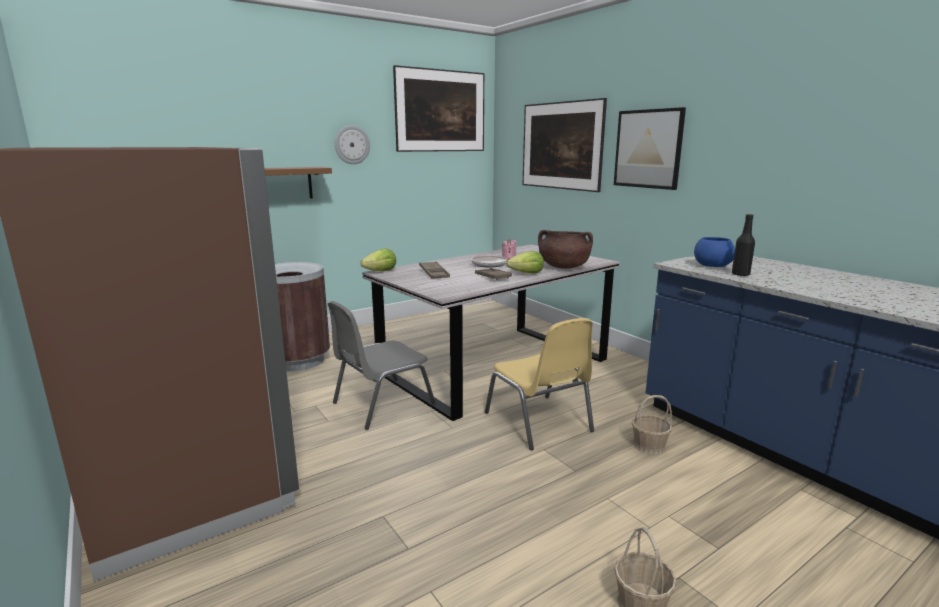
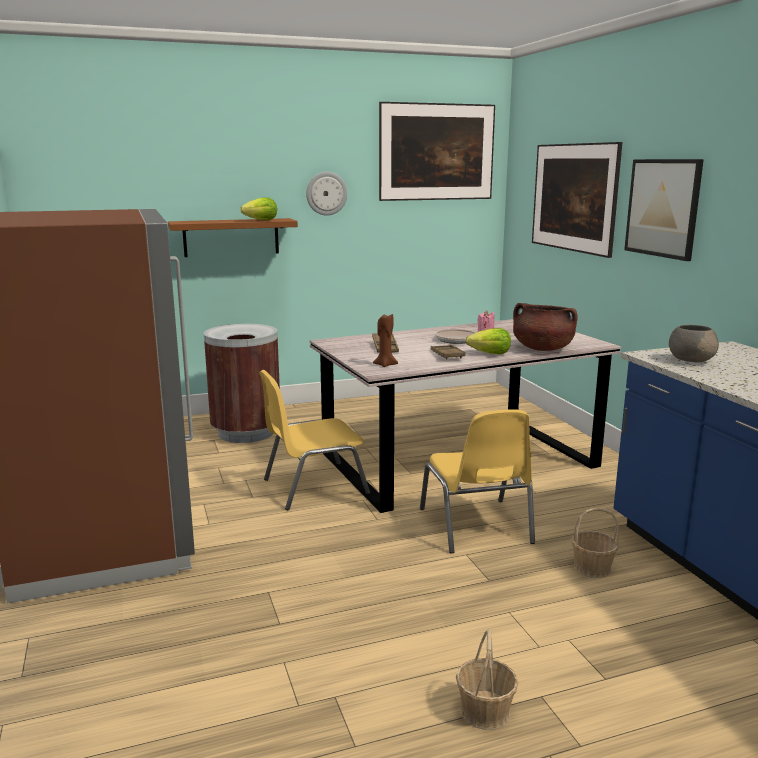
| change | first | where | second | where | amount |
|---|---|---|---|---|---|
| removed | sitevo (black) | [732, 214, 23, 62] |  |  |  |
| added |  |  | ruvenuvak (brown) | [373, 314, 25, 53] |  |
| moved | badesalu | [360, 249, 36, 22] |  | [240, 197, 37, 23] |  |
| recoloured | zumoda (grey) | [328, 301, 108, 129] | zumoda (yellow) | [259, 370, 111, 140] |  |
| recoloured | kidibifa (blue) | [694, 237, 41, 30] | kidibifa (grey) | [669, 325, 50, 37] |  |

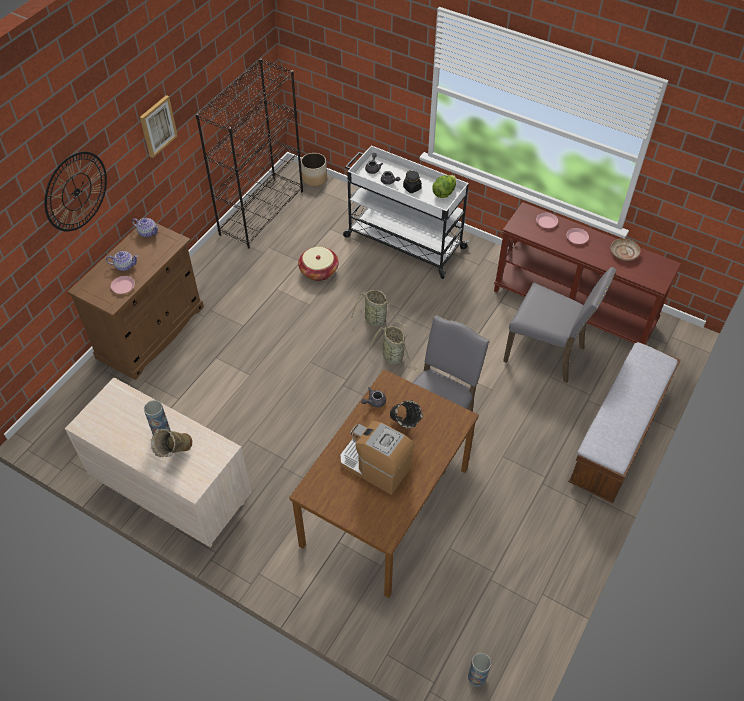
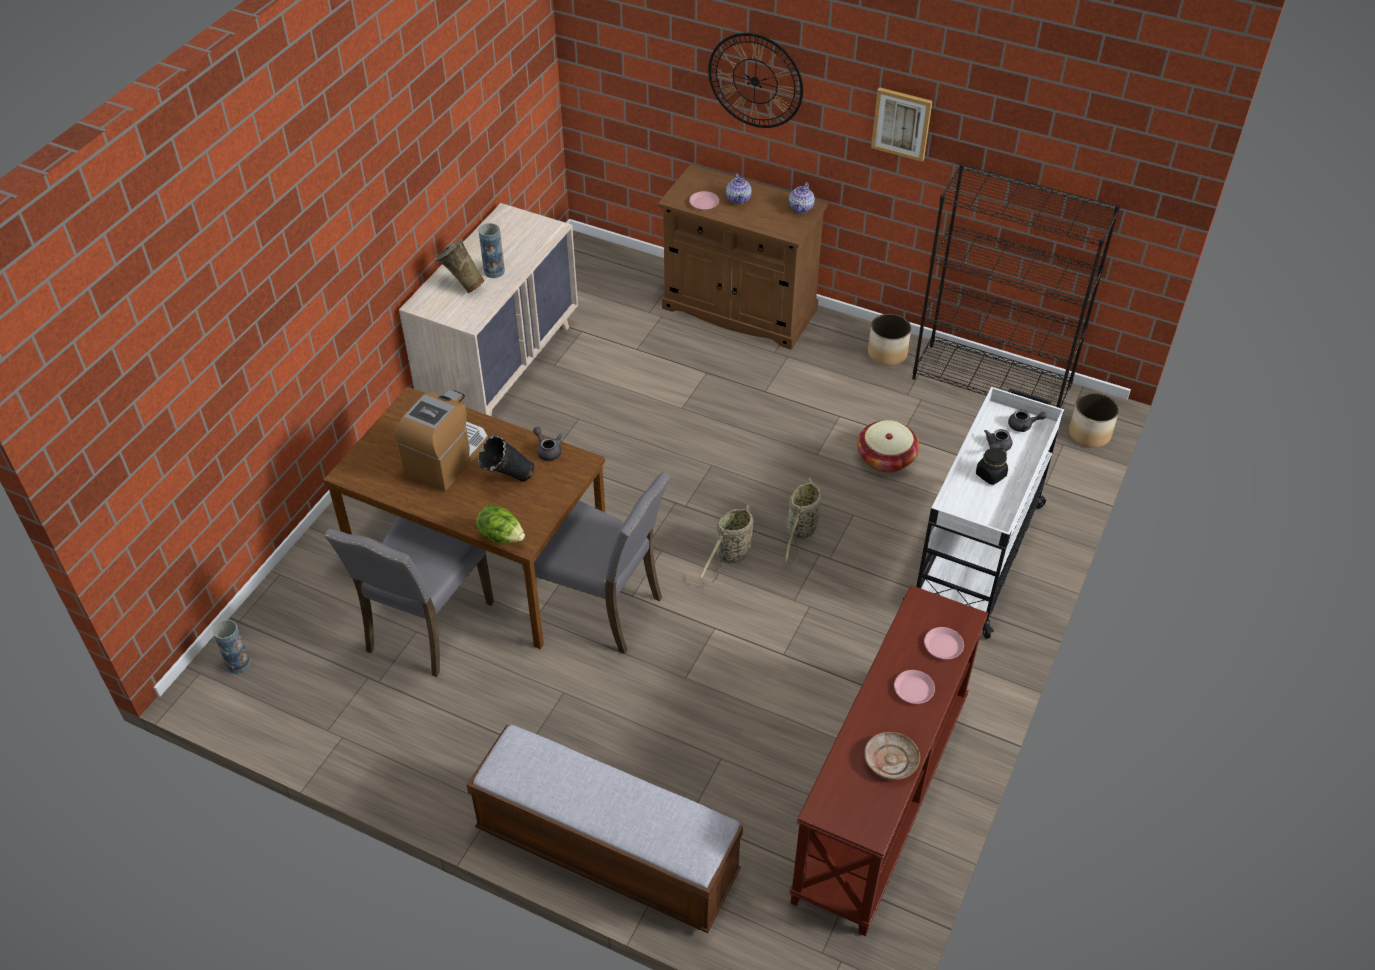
| change | first | where | second | where | amount |
|---|---|---|---|---|---|
| added |  |  | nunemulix | [868, 314, 43, 52] |  |
| moved | badesalu | [432, 175, 24, 23] |  | [476, 504, 49, 40] |  |
| moved | zumoda (grey) | [503, 267, 114, 116] |  | [325, 516, 169, 161] |  |

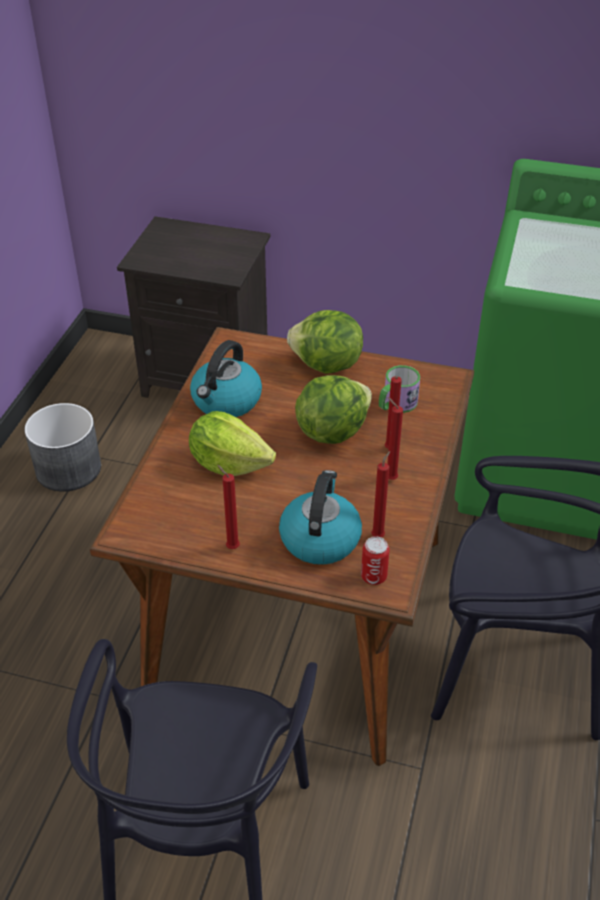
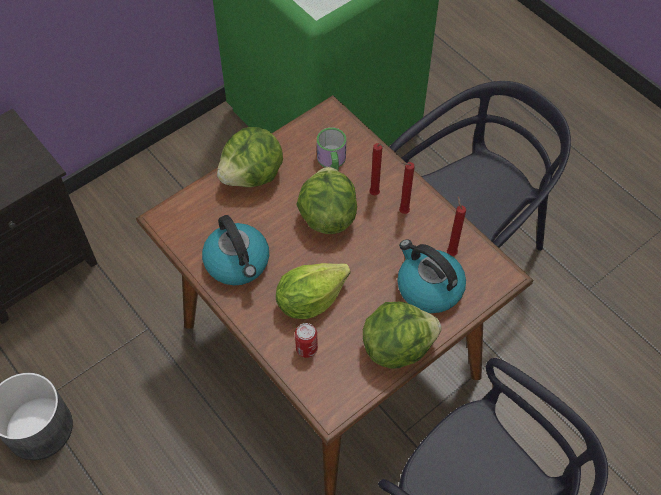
| change | first | where | second | where | amount |
|---|---|---|---|---|---|
| moved | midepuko | [361, 536, 29, 49] |  | [295, 323, 23, 35] |  |
| replaced | ruvenuvak (red) | [217, 465, 23, 84] | badesalu | [363, 302, 78, 67] |  |

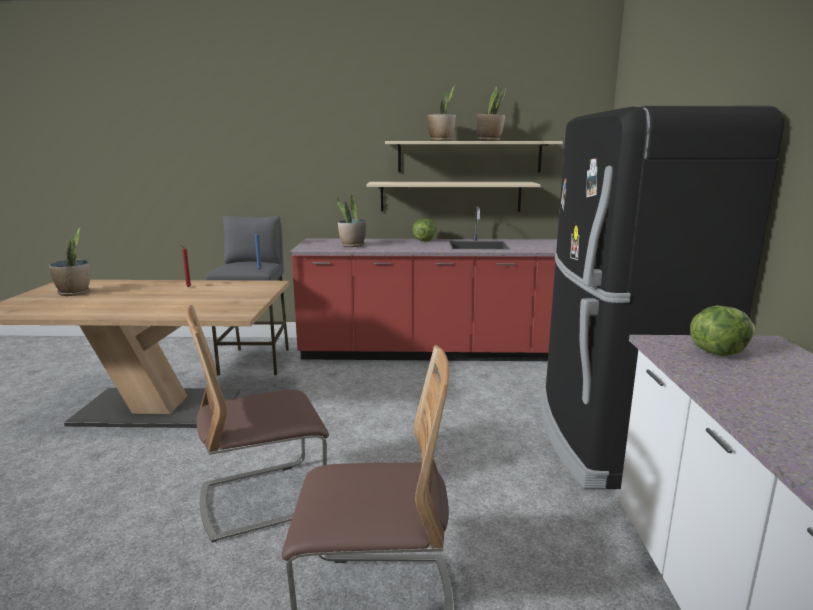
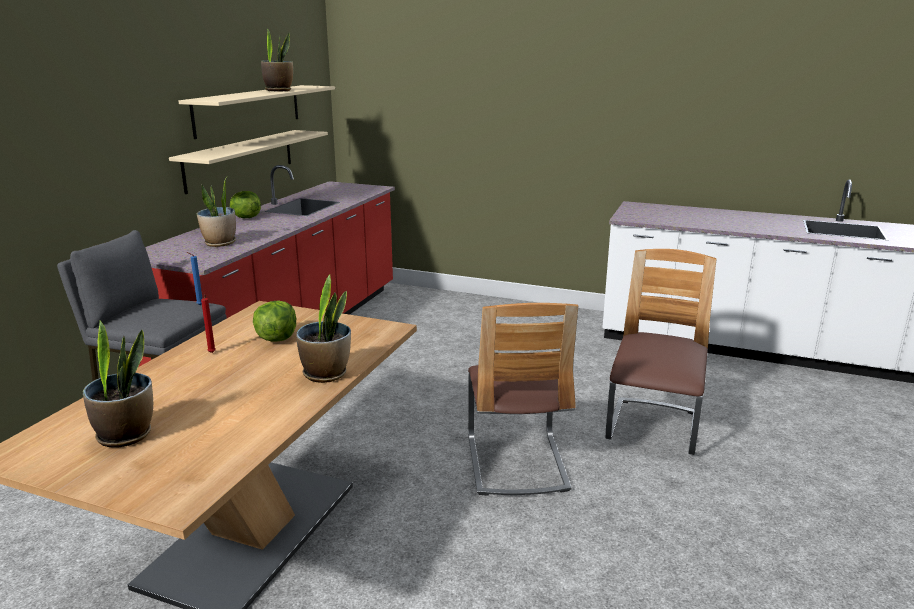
| change | first | where | second | where | amount |
|---|---|---|---|---|---|
| removed | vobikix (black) | [540, 106, 244, 383] |  |  |  |
| moved | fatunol | [427, 86, 29, 55] |  | [296, 274, 55, 109] |  |
| moved | badesalu | [690, 305, 65, 51] |  | [253, 301, 43, 41] |  |

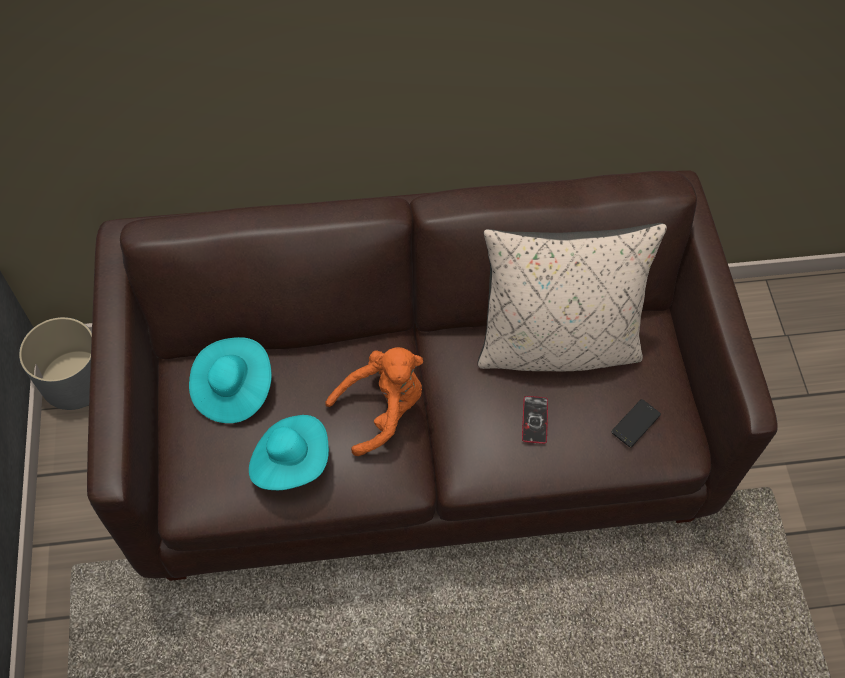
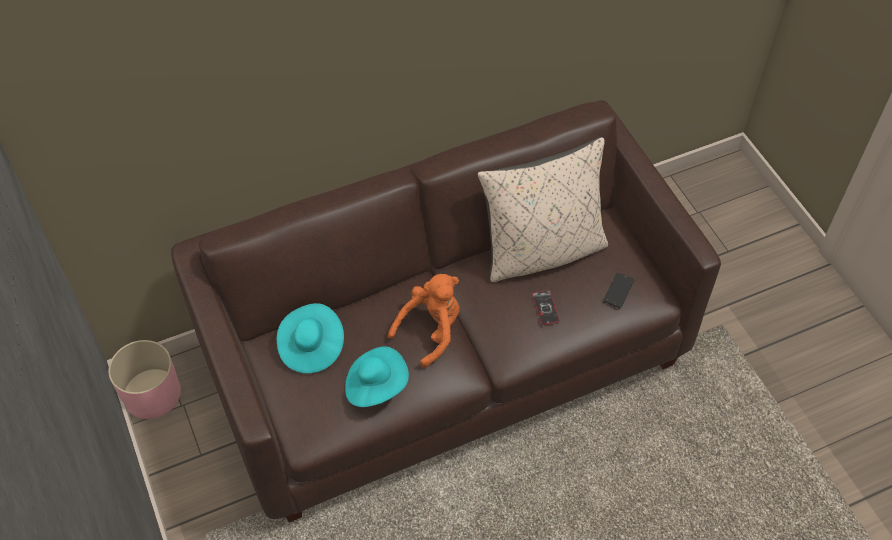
| change | first | where | second | where | amount |
|---|---|---|---|---|---|
| recoloured | nunemulix (grey) | [19, 317, 73, 93] | nunemulix (pink) | [108, 340, 73, 79] |  |

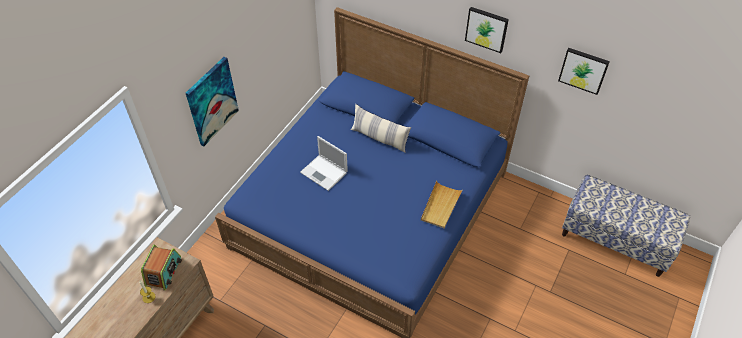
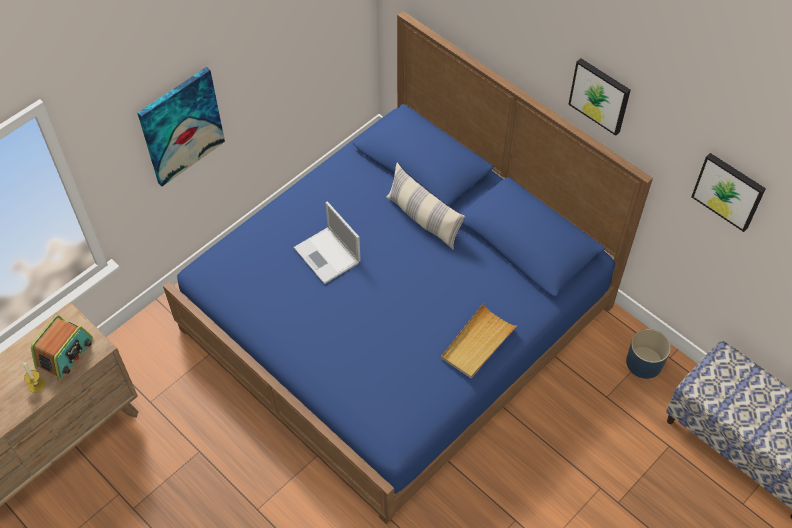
| change | first | where | second | where | amount |
|---|---|---|---|---|---|
| added |  |  | nunemulix (blue) | [626, 329, 45, 50] |  |

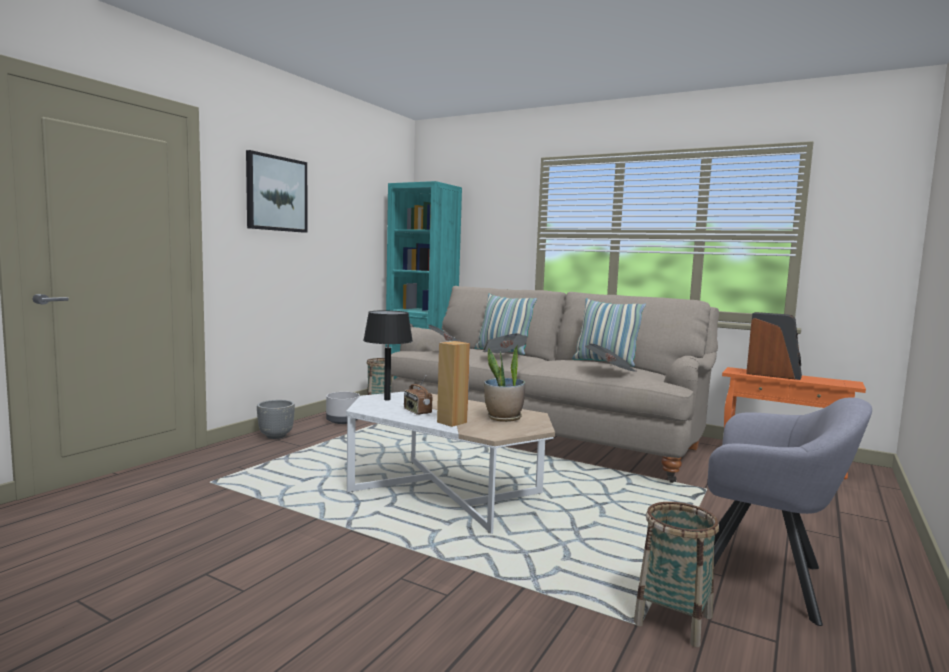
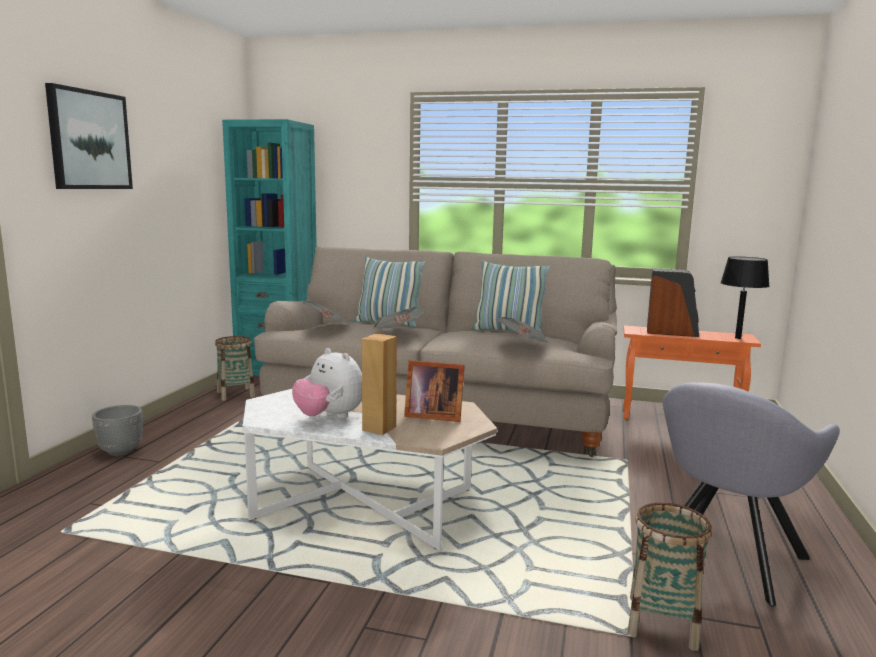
| change | first | where | second | where | amount |
|---|---|---|---|---|---|
| removed | nunemulix (grey) | [326, 392, 34, 32] |  |  |  |
| moved | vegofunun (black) | [363, 310, 50, 91] |  | [720, 257, 50, 82] |  |
| replaced | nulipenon | [404, 376, 28, 39] | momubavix | [292, 348, 70, 71] |  |
| replaced | fatunol | [484, 345, 41, 77] | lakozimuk | [404, 360, 61, 62] |  |
| turned | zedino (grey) | [708, 397, 164, 229] |  | [662, 382, 178, 224] | 120 degrees clockwise |

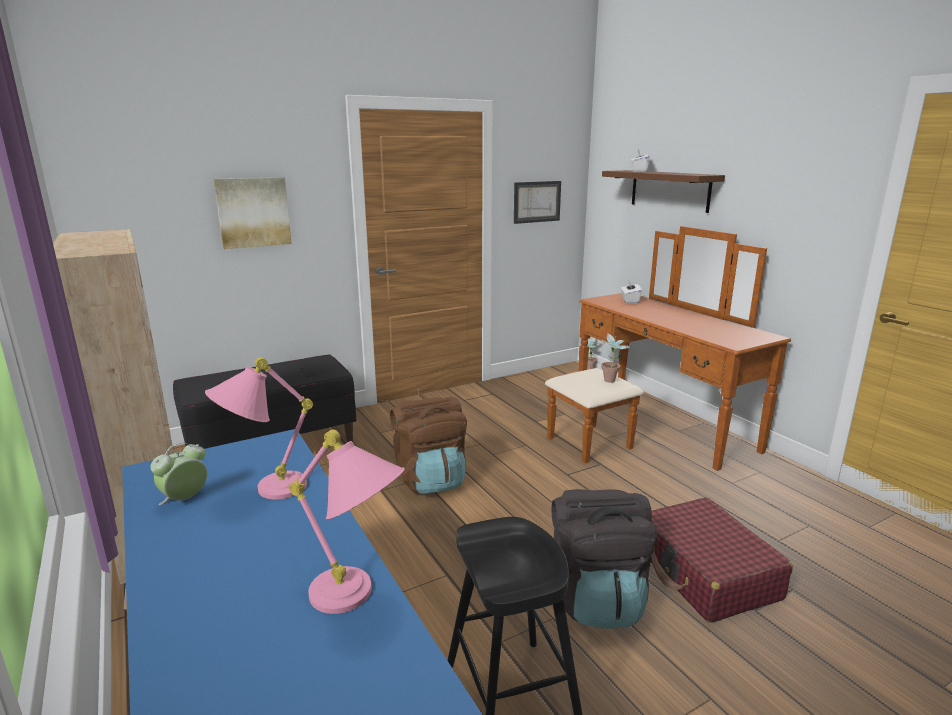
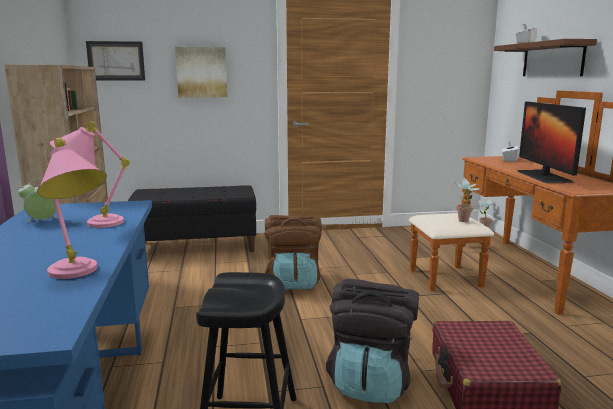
| change | first | where | second | where | amount |
|---|---|---|---|---|---|
| added |  |  | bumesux | [517, 102, 69, 81] |  |
| moved | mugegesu | [514, 181, 47, 43] |  | [86, 41, 59, 40] |  |

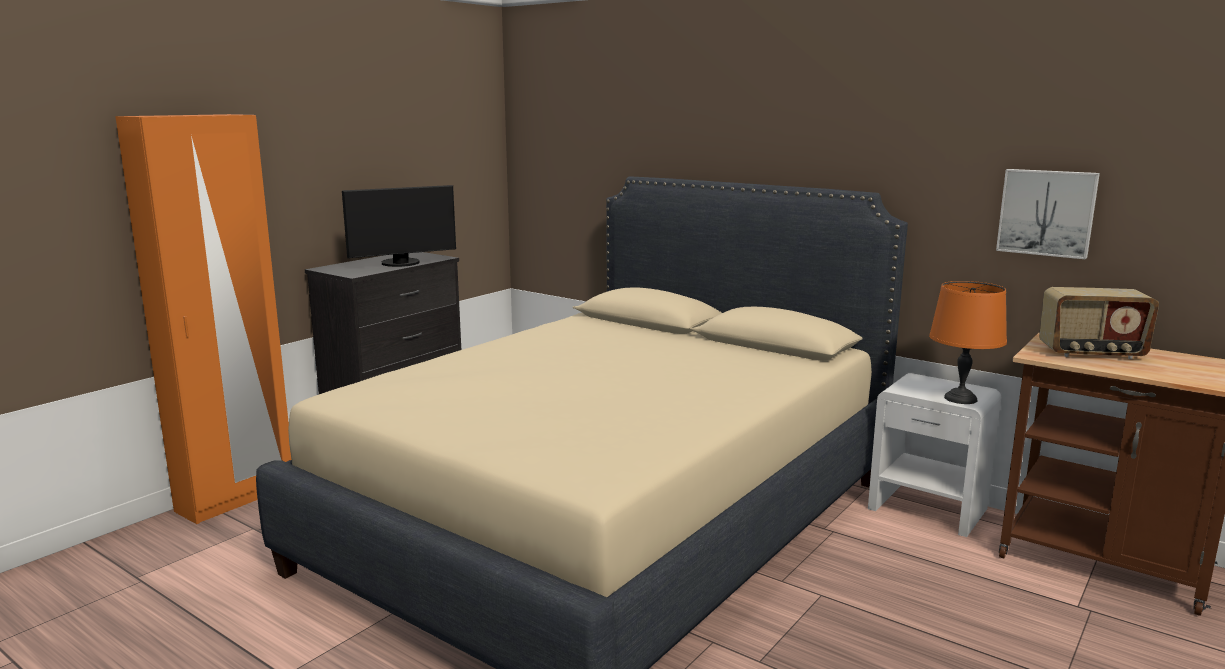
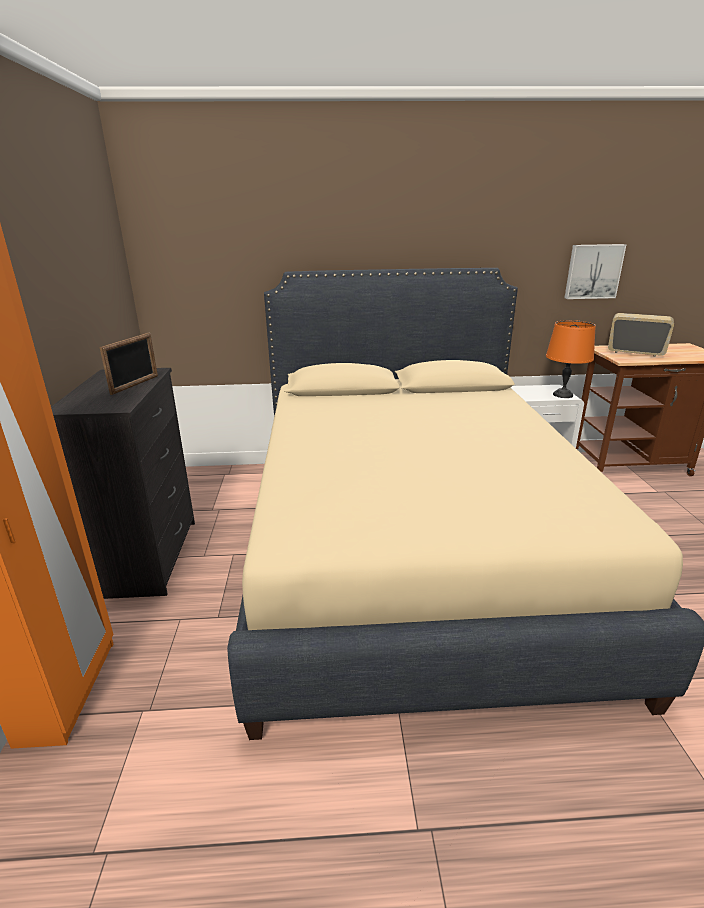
| change | first | where | second | where | amount |
|---|---|---|---|---|---|
| replaced | bumesux | [342, 185, 114, 82] | lakozimuk | [100, 333, 58, 62] |  |
| turned | nulipenon | [1039, 287, 120, 72] |  | [608, 313, 66, 44] | 120 degrees counterclockwise |

